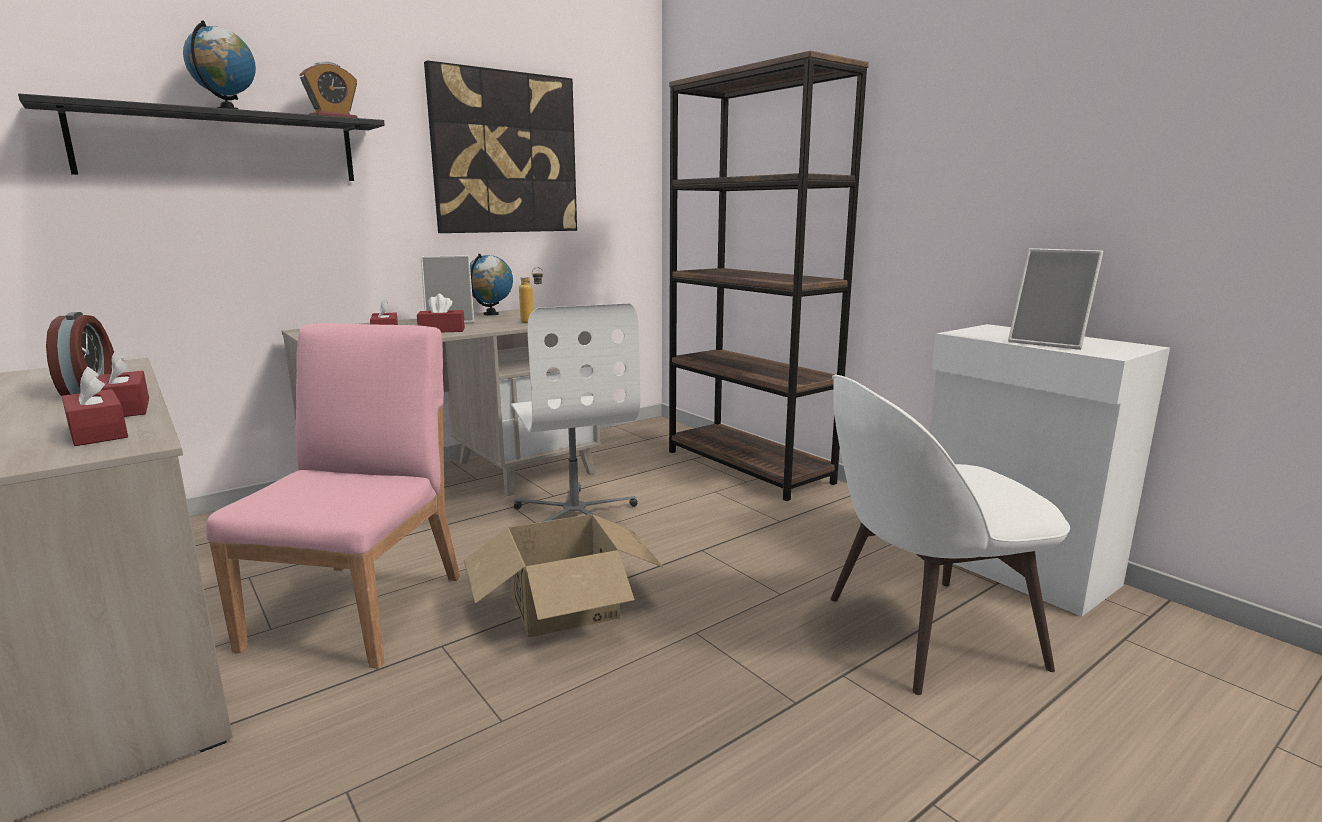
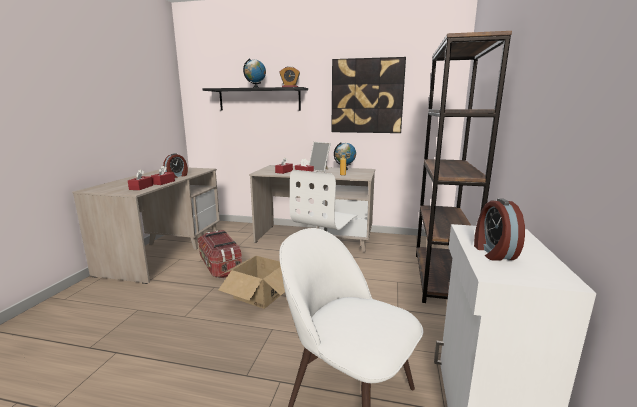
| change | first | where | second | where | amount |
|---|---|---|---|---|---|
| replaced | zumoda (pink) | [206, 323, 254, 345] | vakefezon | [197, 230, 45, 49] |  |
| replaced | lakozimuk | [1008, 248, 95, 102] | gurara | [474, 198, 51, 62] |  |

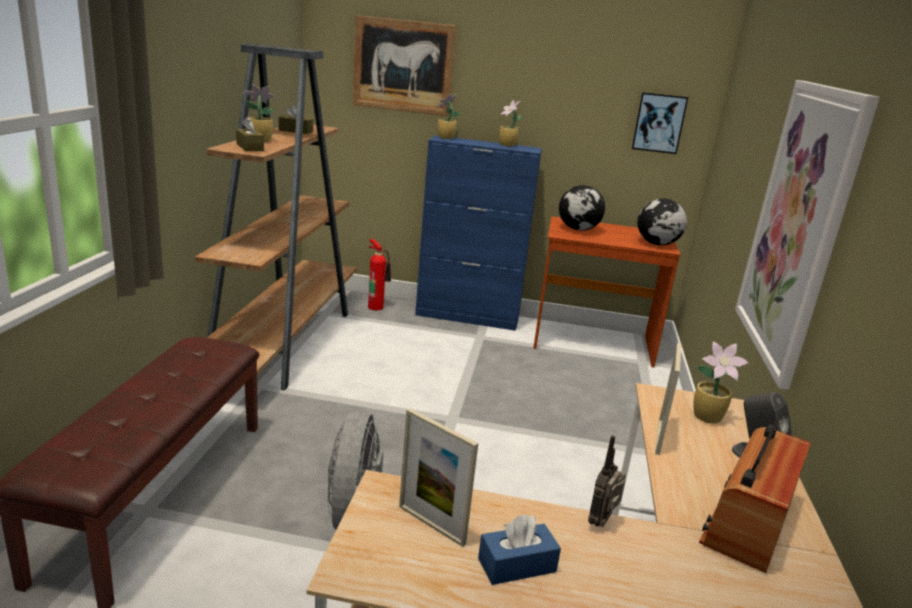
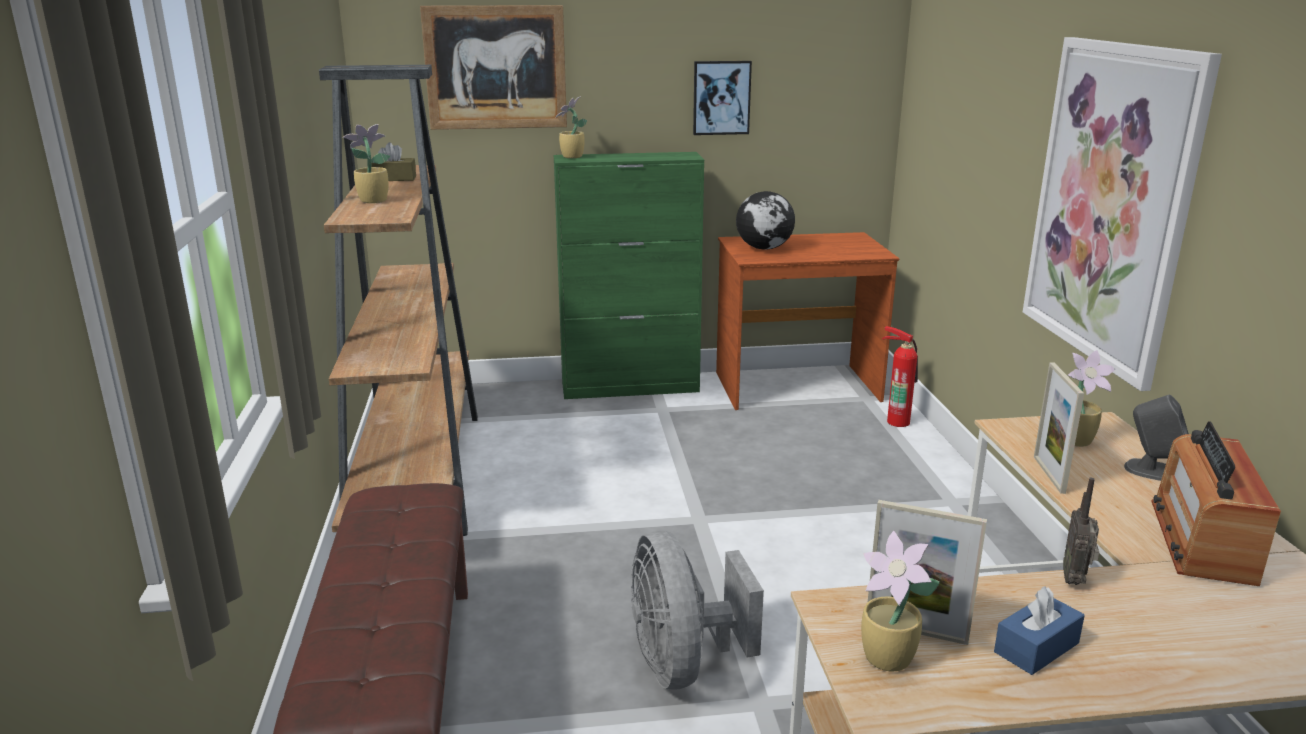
| change | first | where | second | where | amount |
|---|---|---|---|---|---|
| removed | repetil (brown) | [236, 117, 28, 34] |  |  |  |
| removed | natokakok | [637, 199, 50, 46] |  |  |  |
| moved | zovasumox | [368, 239, 23, 71] |  | [882, 326, 36, 101] |  |
| moved | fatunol | [499, 100, 24, 47] |  | [861, 531, 79, 141] |  |
| moved | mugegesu | [632, 92, 56, 62] |  | [693, 61, 59, 74] |  |
| recoloured | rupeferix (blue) | [415, 135, 127, 196] | rupeferix (green) | [554, 152, 150, 247] |  |

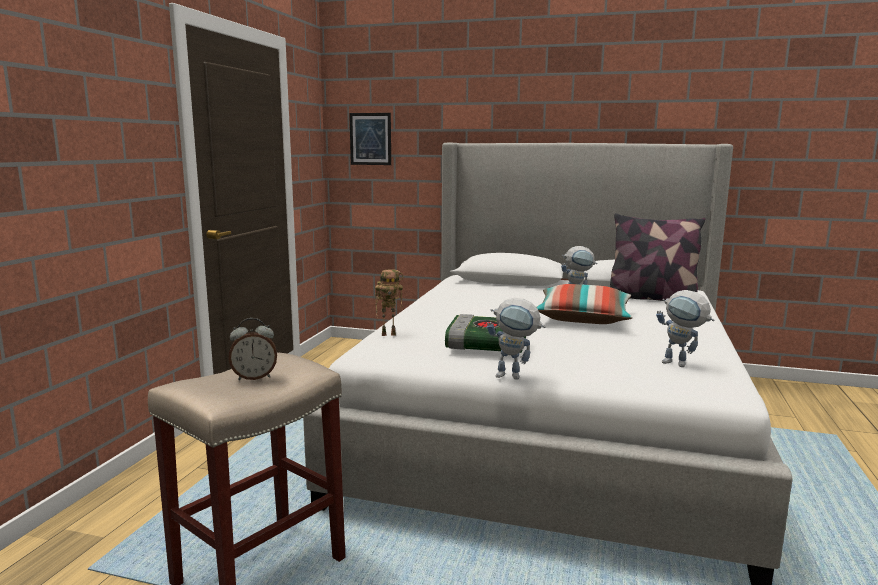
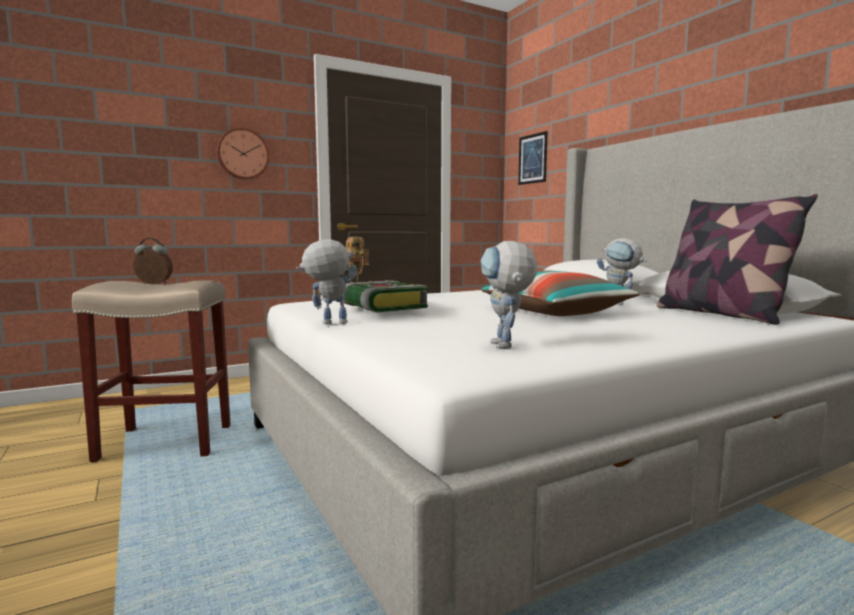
| change | first | where | second | where | amount |
|---|---|---|---|---|---|
| added |  |  | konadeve | [217, 128, 52, 52] |  |
| turned | gurara | [229, 318, 48, 62] |  | [133, 238, 40, 46] | 150 degrees clockwise |
| turned | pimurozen | [487, 298, 59, 82] |  | [296, 239, 61, 86] | 105 degrees clockwise |

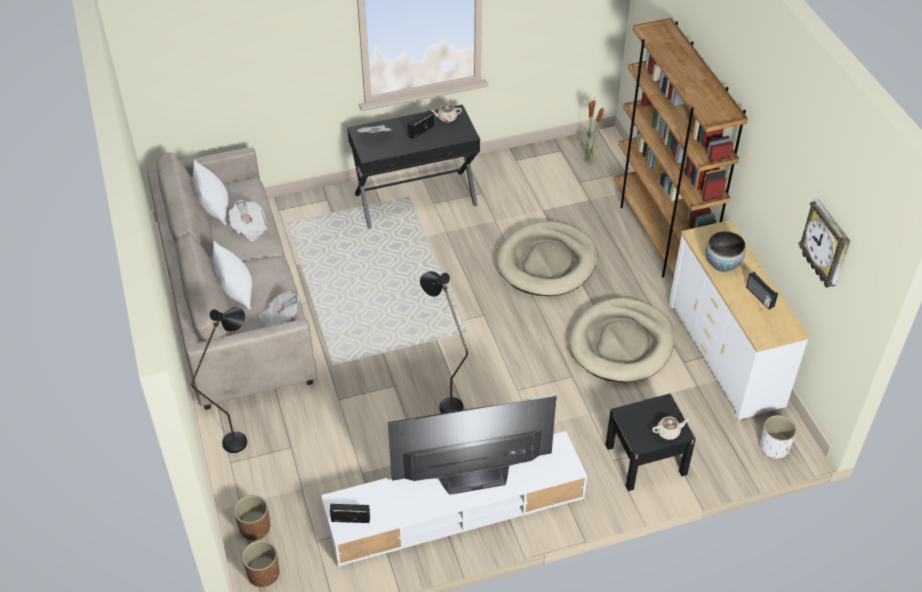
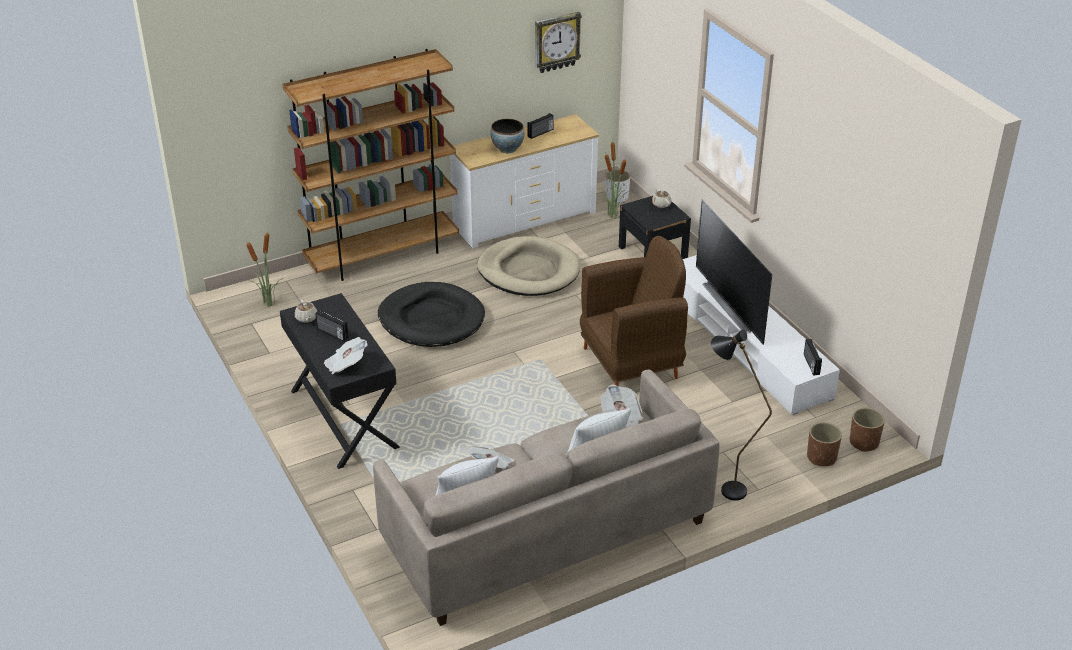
| change | first | where | second | where | amount |
|---|---|---|---|---|---|
| added |  |  | fatunol | [601, 139, 29, 80] |  |
| replaced | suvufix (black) | [420, 271, 48, 142] | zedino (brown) | [580, 236, 108, 150] |  |
| recoloured | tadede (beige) | [496, 221, 102, 75] | tadede (black) | [378, 282, 107, 65] |  |

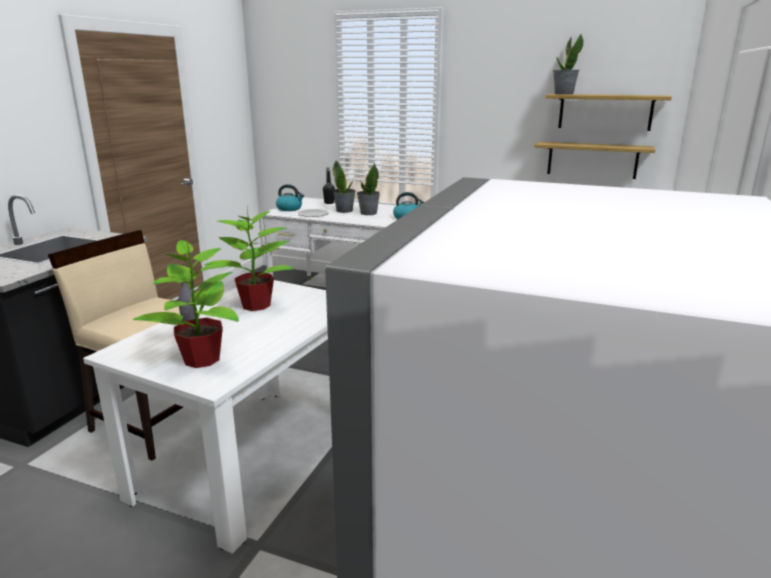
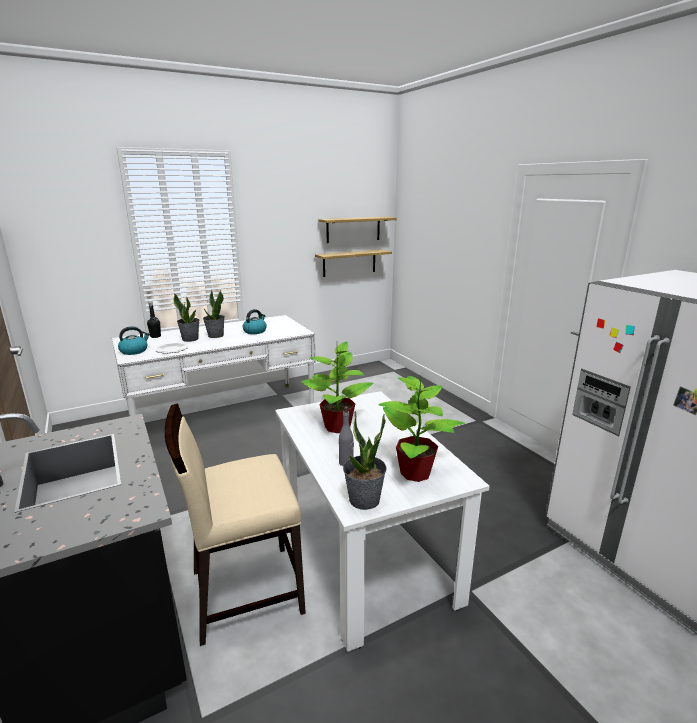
| change | first | where | second | where | amount |
|---|---|---|---|---|---|
| moved | fatunol | [553, 33, 30, 62] |  | [343, 411, 44, 99] |  |

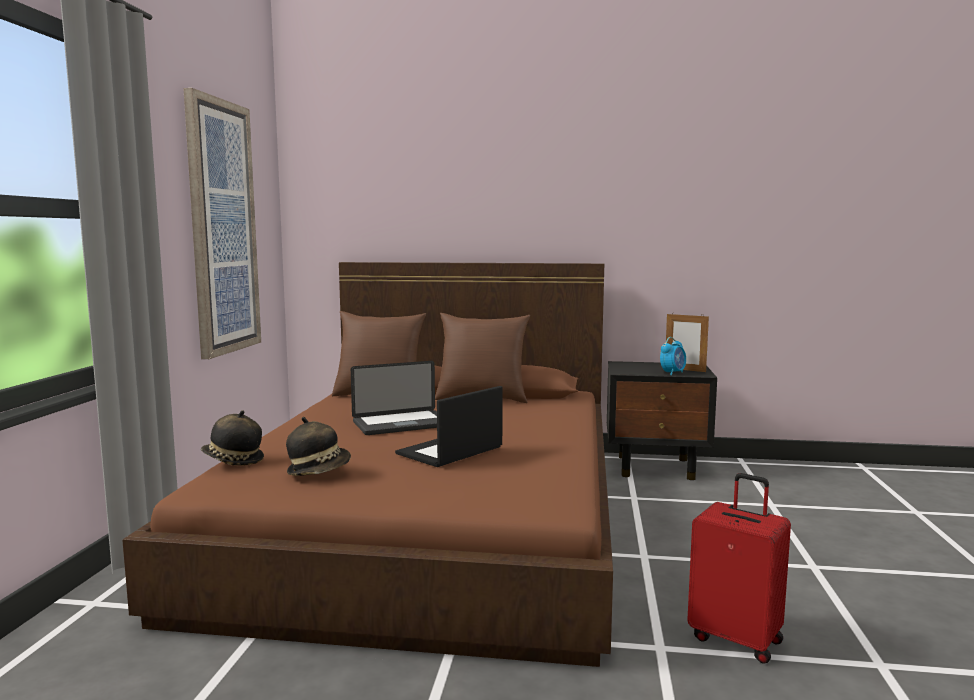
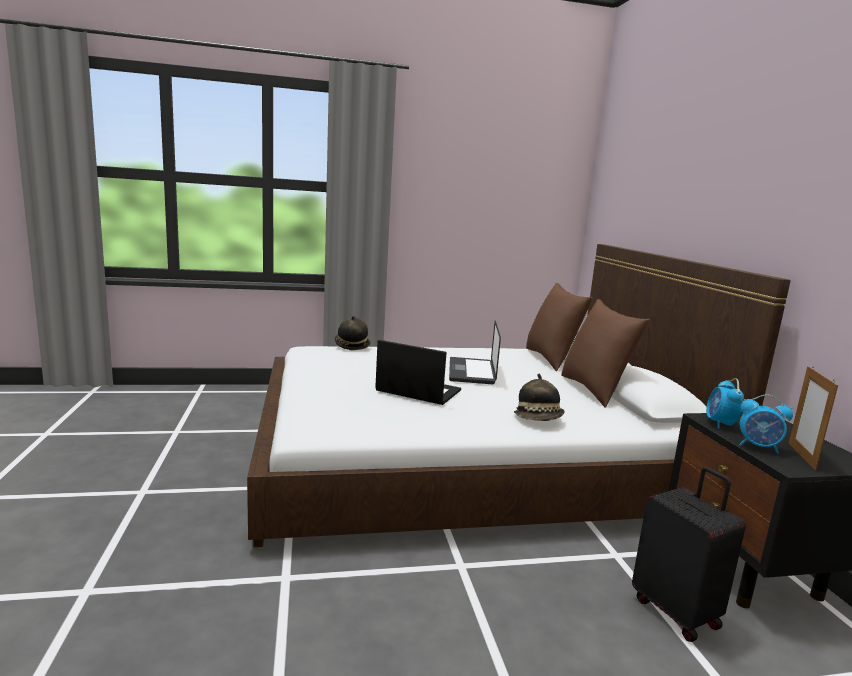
| change | first | where | second | where | amount |
|---|---|---|---|---|---|
| removed | mugegesu | [183, 88, 78, 271] |  |  |  |
| removed | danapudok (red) | [687, 473, 104, 191] |  |  |  |
| added |  |  | danapudok (black) | [632, 466, 114, 176] |  |
| added |  |  | gurara | [706, 378, 38, 51] |  |
| moved | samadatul | [286, 417, 65, 59] |  | [514, 374, 51, 47] |  |
| recoloured | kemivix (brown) | [122, 262, 491, 405] | kemivix (white) | [247, 244, 544, 303] |  |
| turned | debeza | [351, 361, 86, 74] |  | [449, 321, 52, 63] | 45 degrees clockwise |

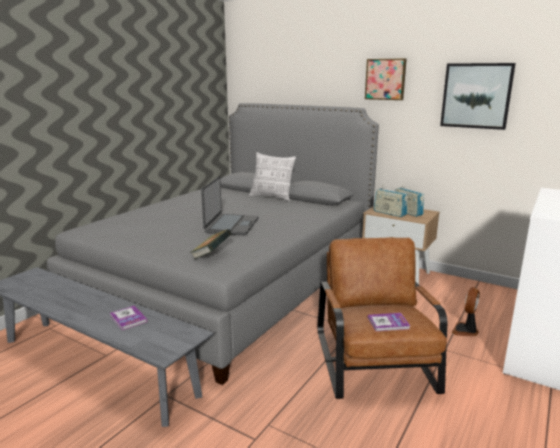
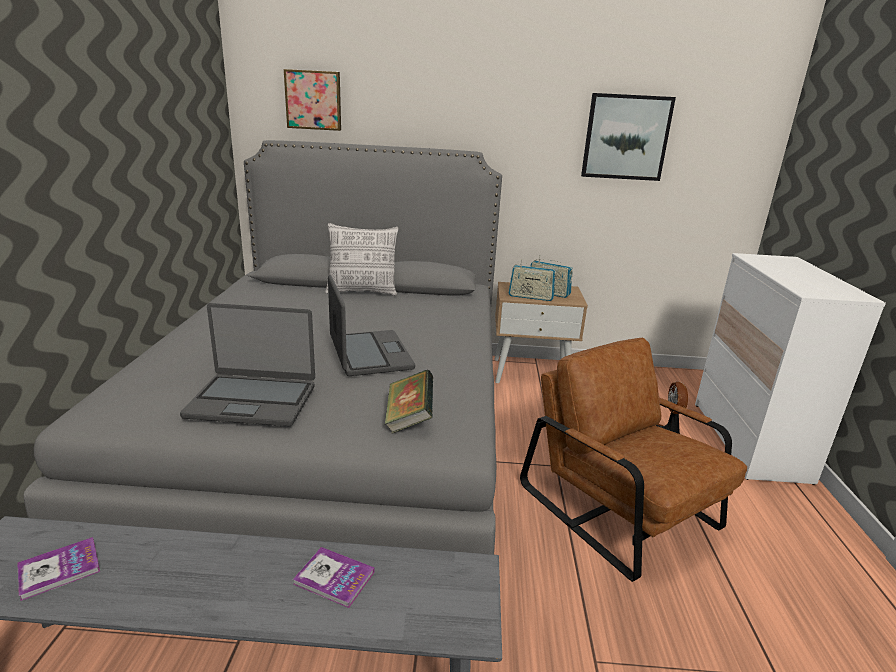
| change | first | where | second | where | amount |
|---|---|---|---|---|---|
| added |  |  | debeza | [180, 303, 135, 123] |  |
| moved | mugegesu | [365, 58, 42, 42] |  | [284, 69, 57, 62] |  |
| moved | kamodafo | [368, 313, 42, 18] |  | [17, 537, 83, 64] |  |

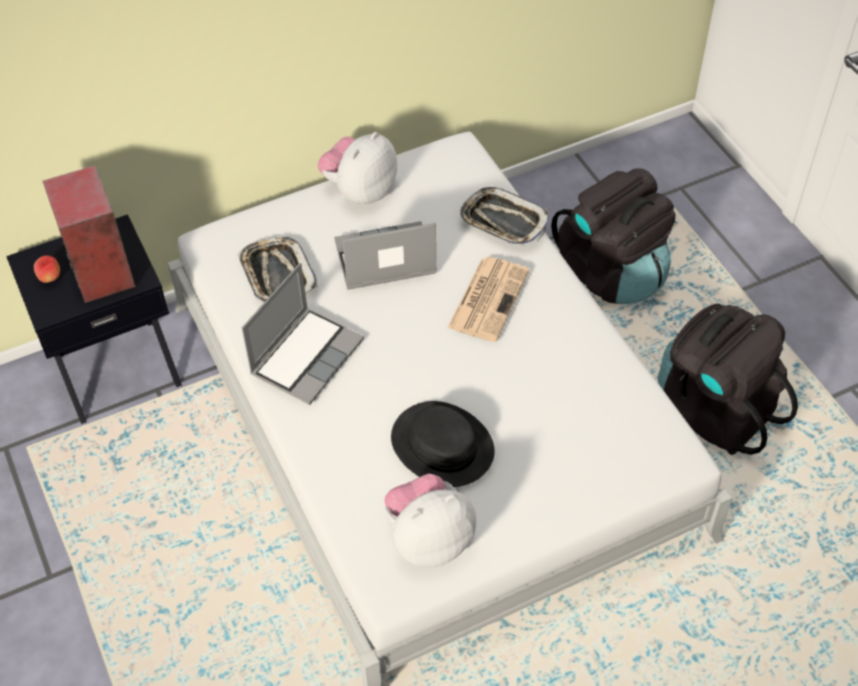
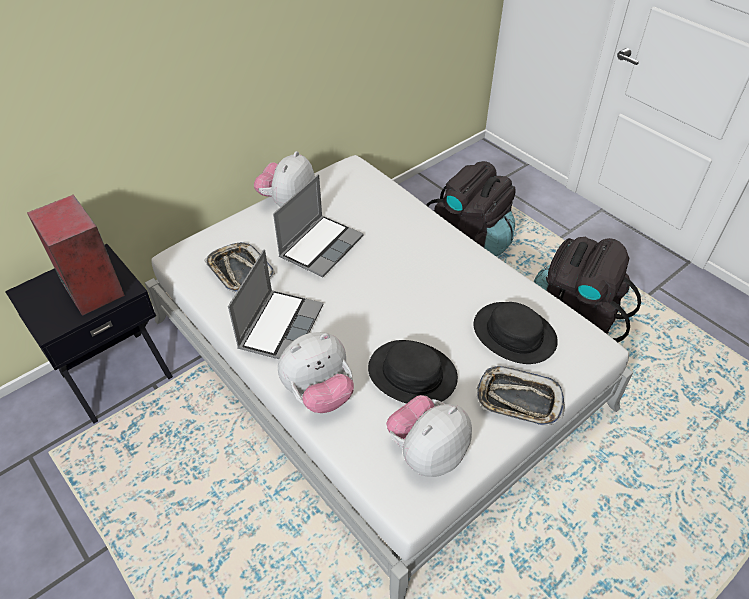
| change | first | where | second | where | amount |
|---|---|---|---|---|---|
| removed | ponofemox | [34, 255, 26, 28] |  |  |  |
| removed | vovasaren | [448, 257, 81, 85] |  |  |  |
| added |  |  | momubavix | [278, 332, 76, 81] |  |
| added |  |  | samadatul (black) | [473, 302, 85, 62] |  |
| moved | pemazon | [460, 187, 89, 59] |  | [477, 366, 88, 60] |  |
| turned | debeza | [334, 221, 103, 68] |  | [273, 174, 91, 103] | 150 degrees clockwise |

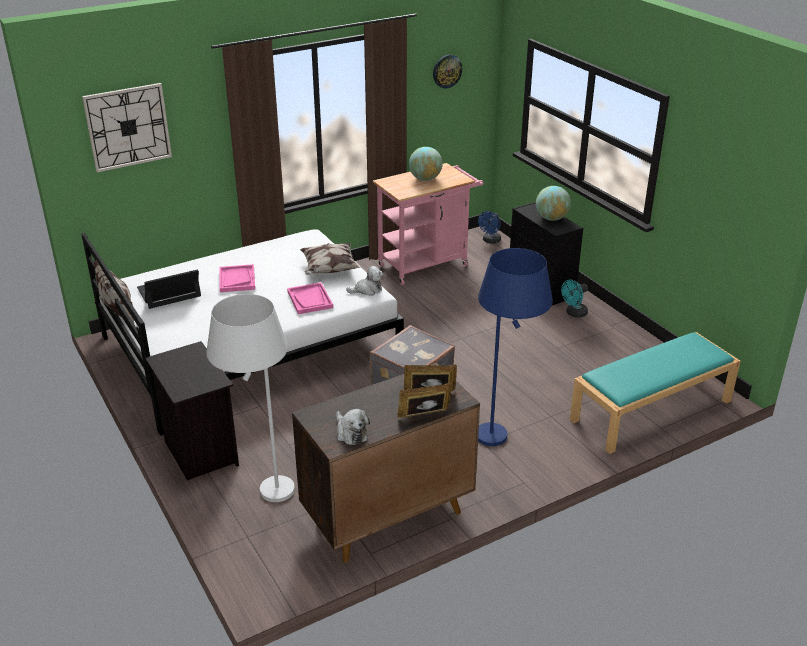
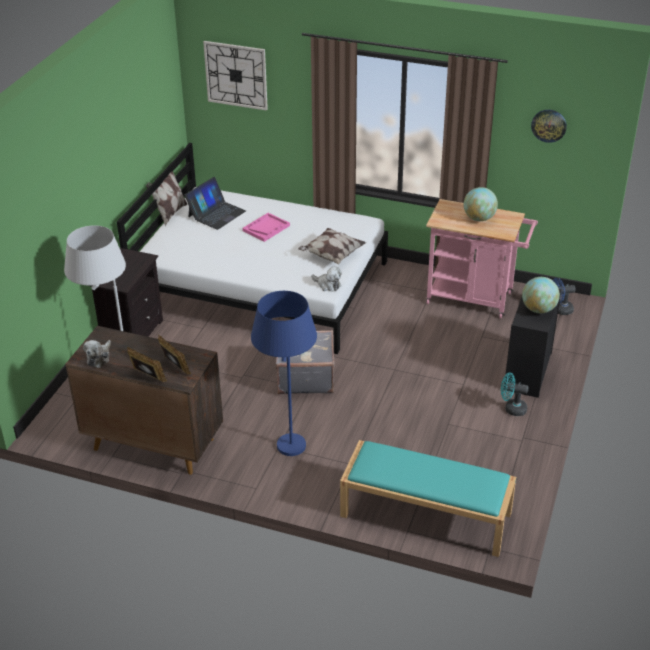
| change | first | where | second | where | amount |
|---|---|---|---|---|---|
| removed | pemazon (pink) | [287, 282, 46, 32] |  |  |  |
| turned | debeza | [137, 270, 64, 39] |  | [185, 177, 61, 53] | 105 degrees clockwise |

